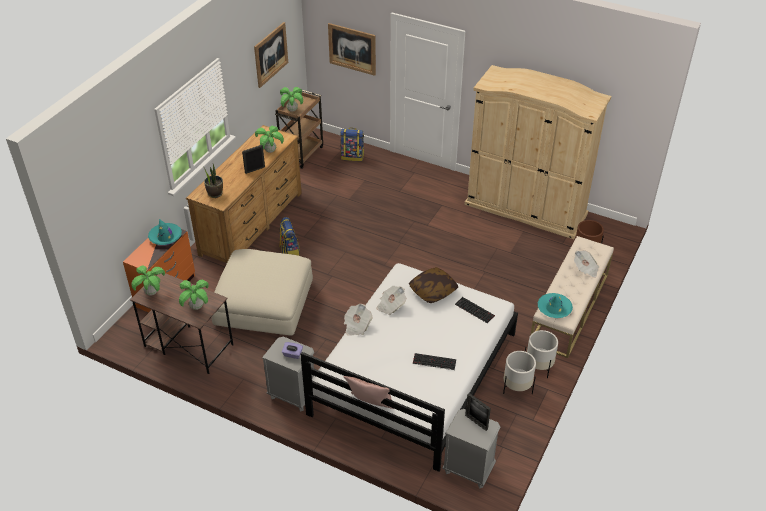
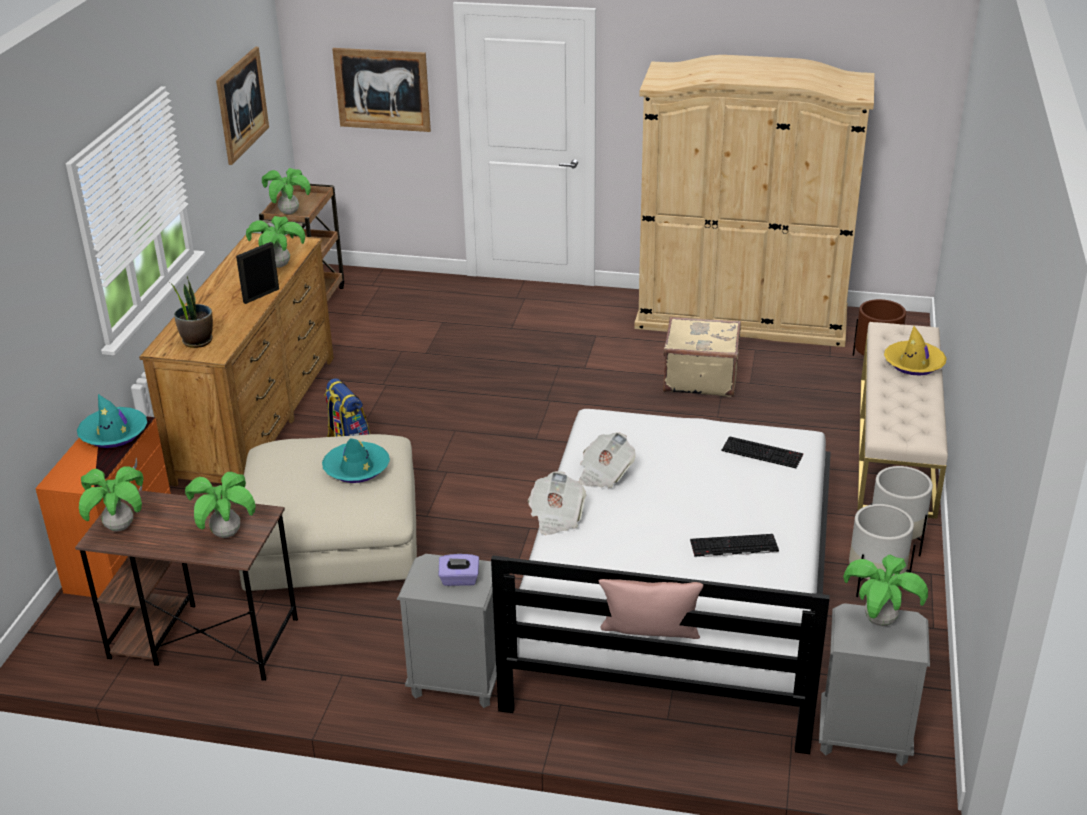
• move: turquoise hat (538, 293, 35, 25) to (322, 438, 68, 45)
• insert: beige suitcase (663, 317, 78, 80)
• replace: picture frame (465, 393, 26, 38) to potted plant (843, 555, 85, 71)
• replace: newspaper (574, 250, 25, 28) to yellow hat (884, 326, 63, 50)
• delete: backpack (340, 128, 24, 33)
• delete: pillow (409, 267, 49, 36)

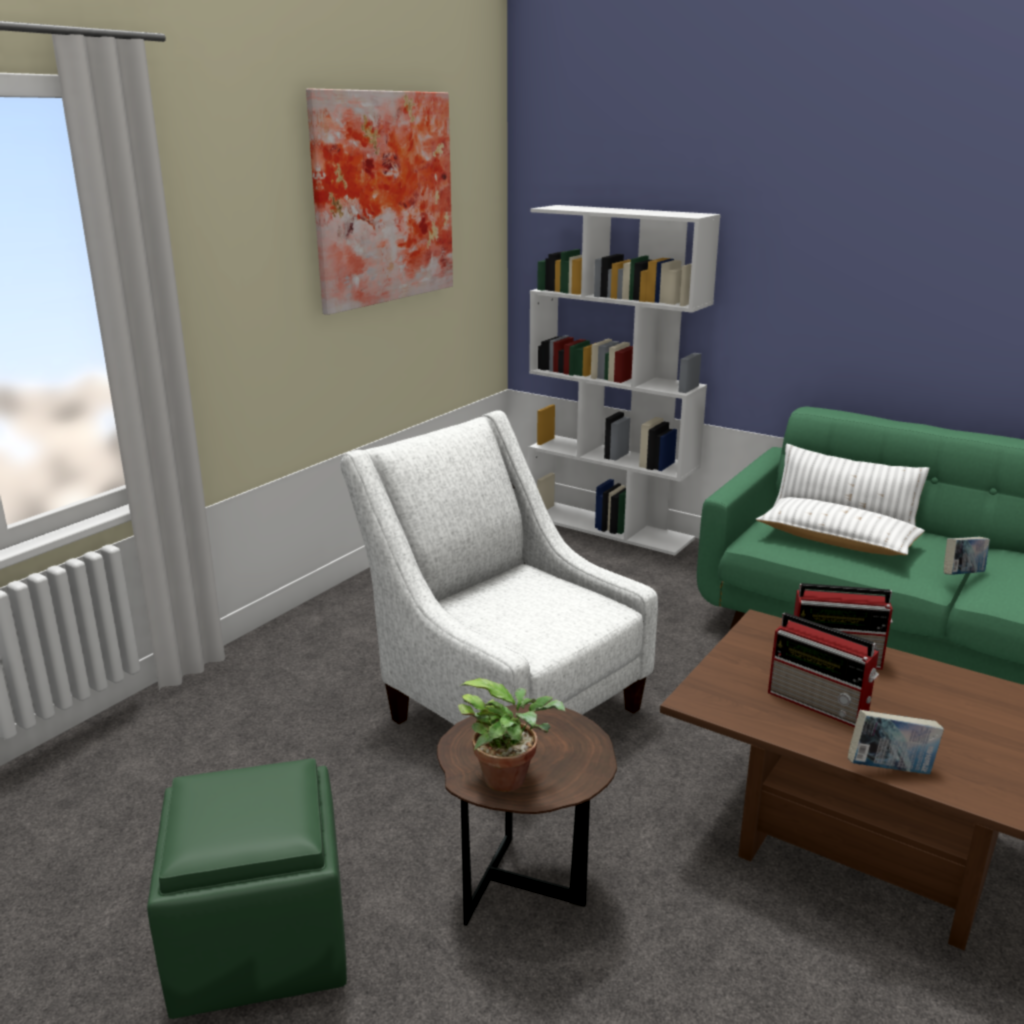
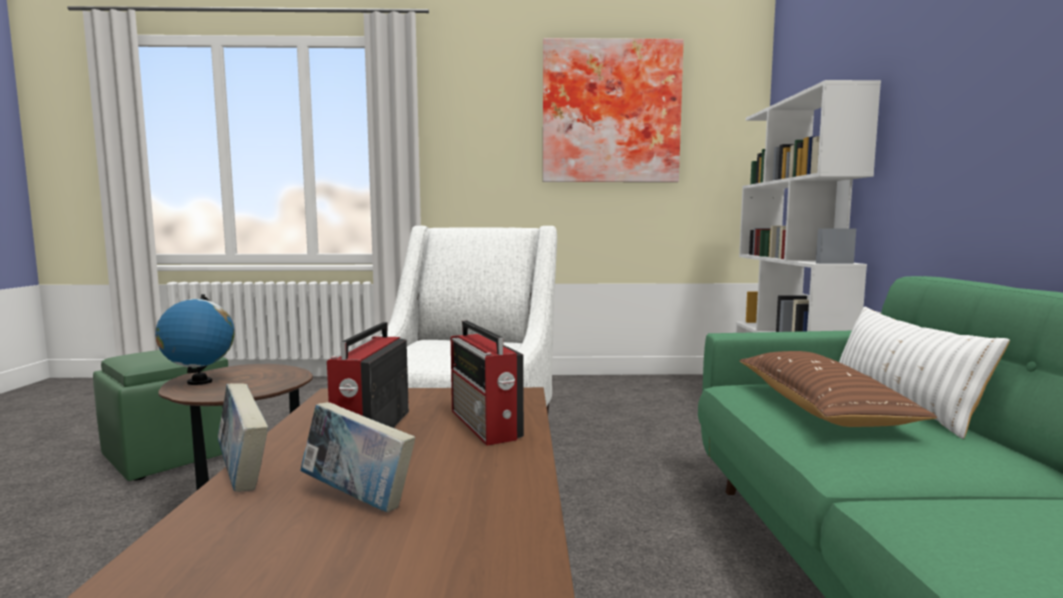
• replace: potted plant (458, 678, 107, 114) to globe (155, 294, 80, 91)
• move: book (944, 537, 46, 38) to (300, 402, 115, 110)
• recolor: white pillow (756, 497, 169, 58) to brown pillow (740, 351, 197, 76)

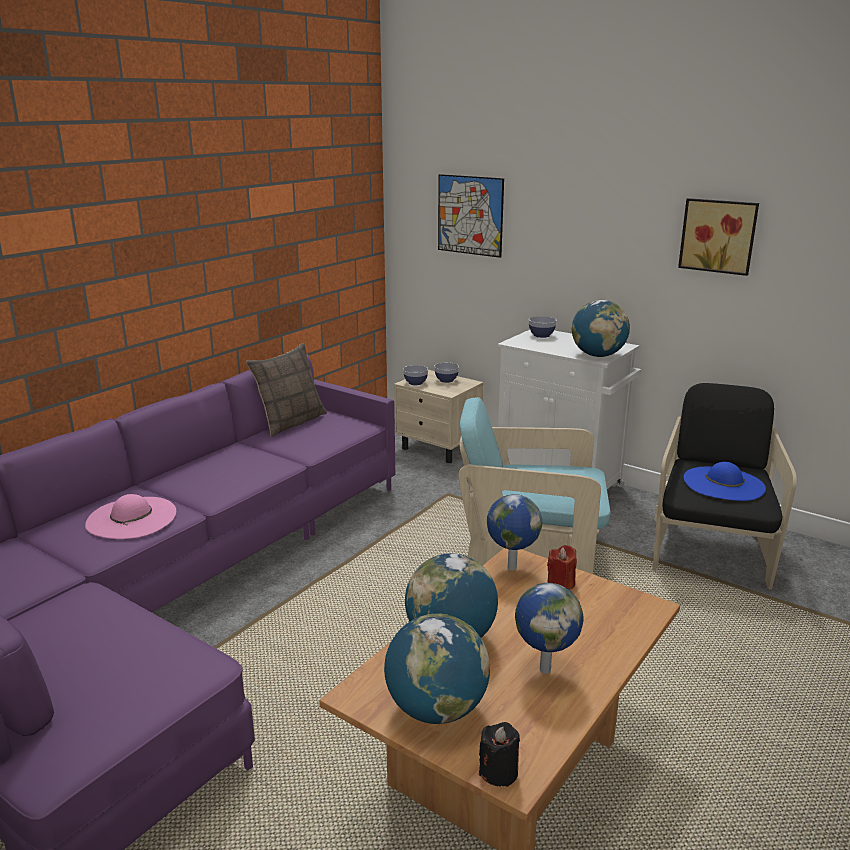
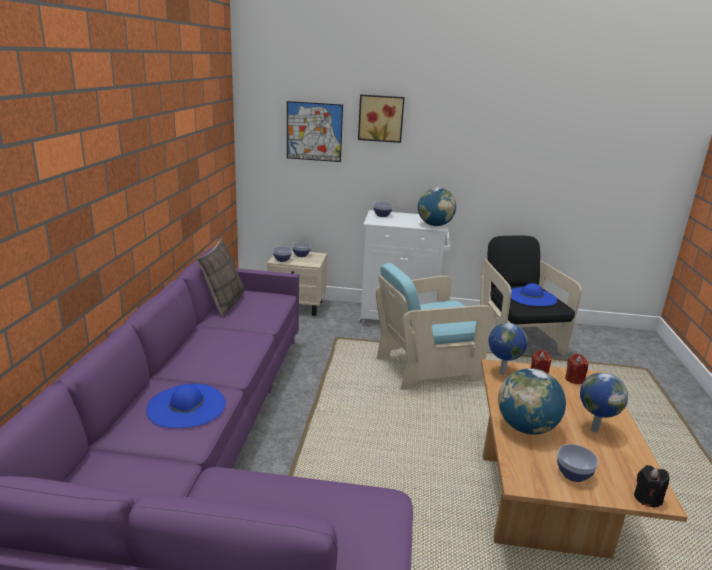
• recolor: pink hat (85, 494, 91, 45) to blue hat (146, 383, 80, 45)
• move: picture (678, 198, 81, 78) to (358, 94, 47, 49)
• replace: globe (384, 614, 106, 110) to bowl (557, 444, 41, 38)
• insert: red candle (565, 353, 24, 31)

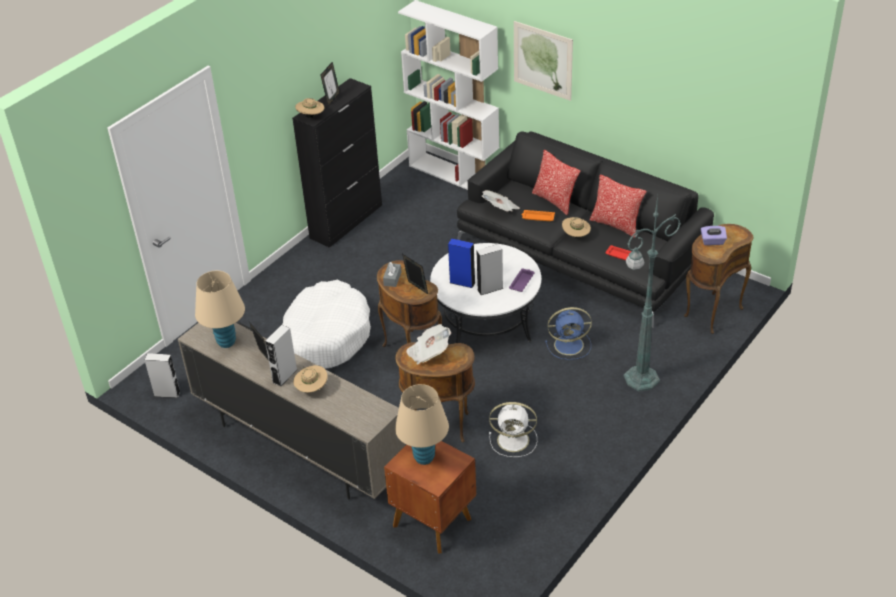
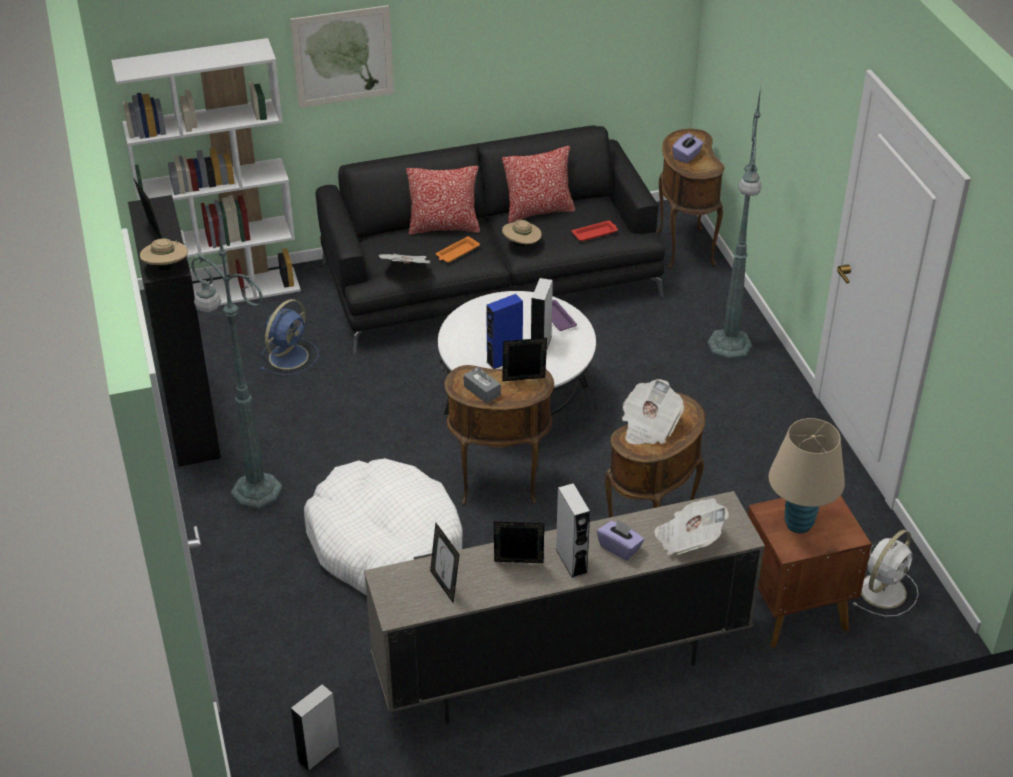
• insert: green floor lamp (191, 224, 92, 285)
• move: blue fan (545, 307, 47, 53) to (260, 299, 58, 76)
• replace: beige table lamp (195, 271, 50, 77) to picture frame (430, 522, 30, 82)
• replace: beige hat (293, 365, 34, 28) to purple tissue box (597, 519, 47, 42)
• insert: newspaper (654, 498, 75, 58)
• move: white fan (489, 402, 48, 55) to (852, 530, 67, 87)

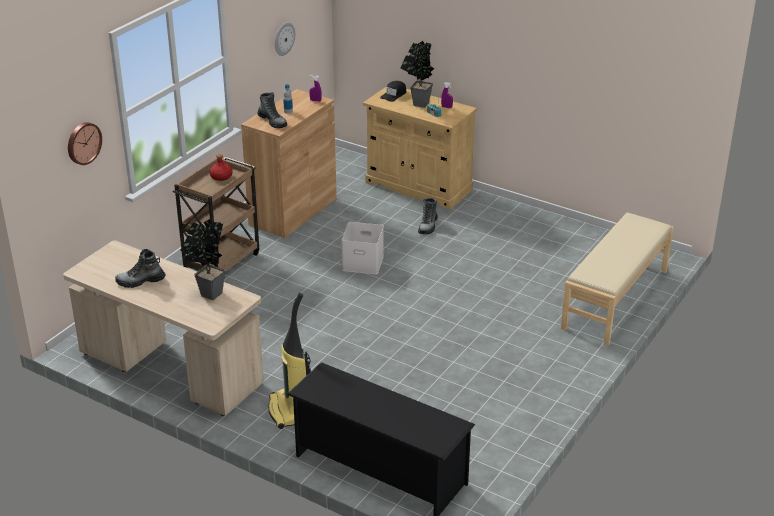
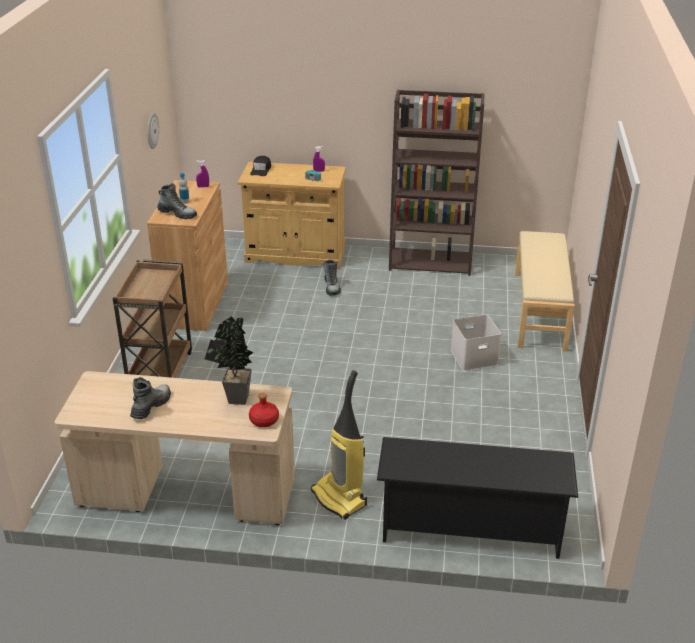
• rotate: boot (115, 249, 50, 39) = (130, 377, 41, 42) 150 degrees clockwise
• move: red bottle (209, 154, 23, 27) to (249, 393, 30, 34)
• insert: brown bookcase (389, 90, 96, 186)
• move: white storage box (342, 222, 42, 52) to (451, 314, 50, 57)
• delete: wall clock (68, 122, 34, 43)
• delete: potted plant (400, 41, 34, 67)

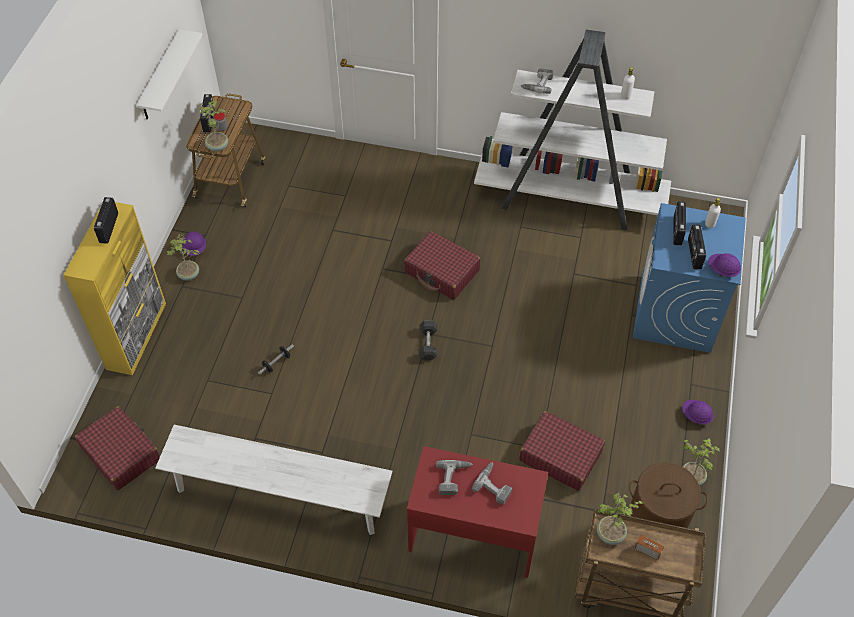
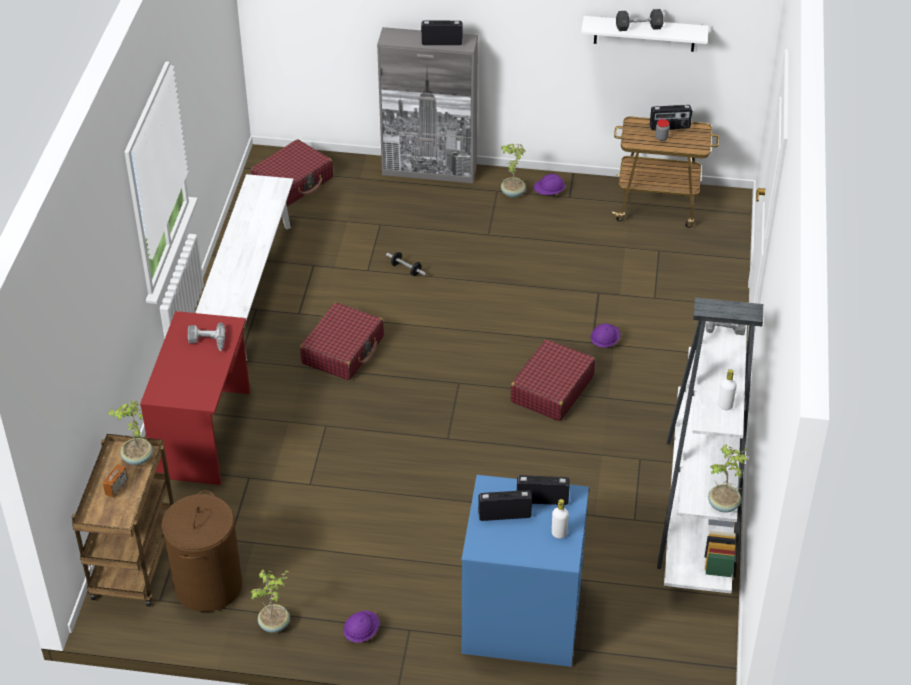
• move: red suitcase (519, 411, 86, 80) to (300, 302, 84, 78)
• recolor: yellow cabinet (63, 202, 103, 173) to grey cabinet (377, 27, 101, 156)
• move: purple hard hat (708, 253, 33, 24) to (591, 323, 30, 25)
• move: grey dumbbell (419, 320, 18, 41) to (616, 9, 48, 22)
• move: potted plant (199, 101, 29, 50) to (708, 444, 41, 69)
• delete: power drill (472, 462, 40, 43)

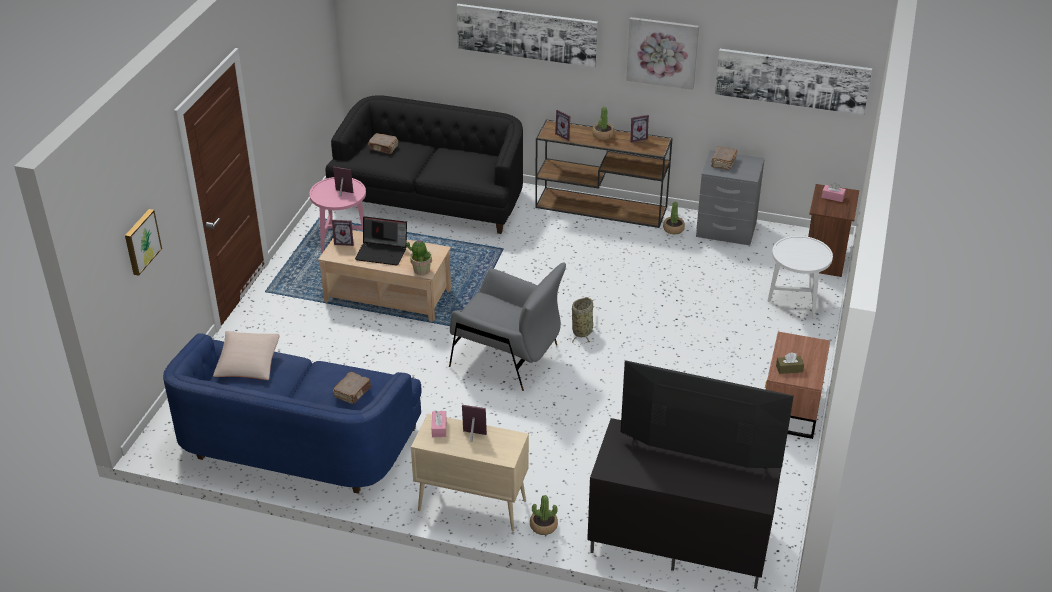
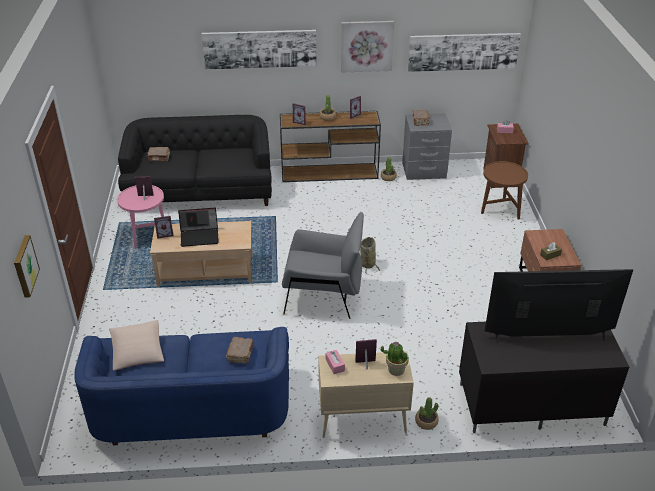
• move: potted plant (406, 239, 26, 36) to (381, 341, 28, 35)
• recolor: white side table (768, 236, 65, 84) to brown side table (481, 161, 47, 59)

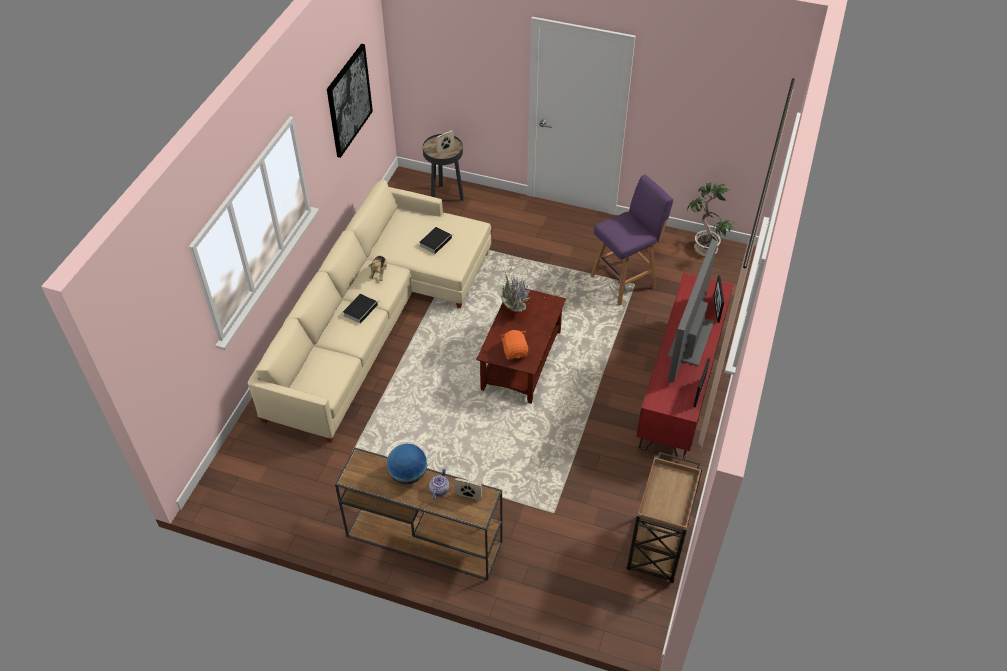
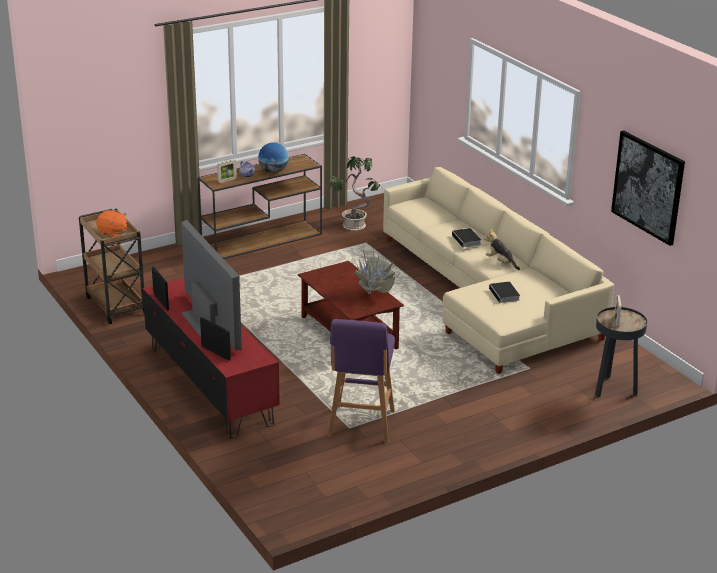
• move: orange plush toy (500, 330, 28, 30) to (96, 210, 31, 27)
• move: potted plant (687, 181, 47, 75) to (328, 157, 55, 74)

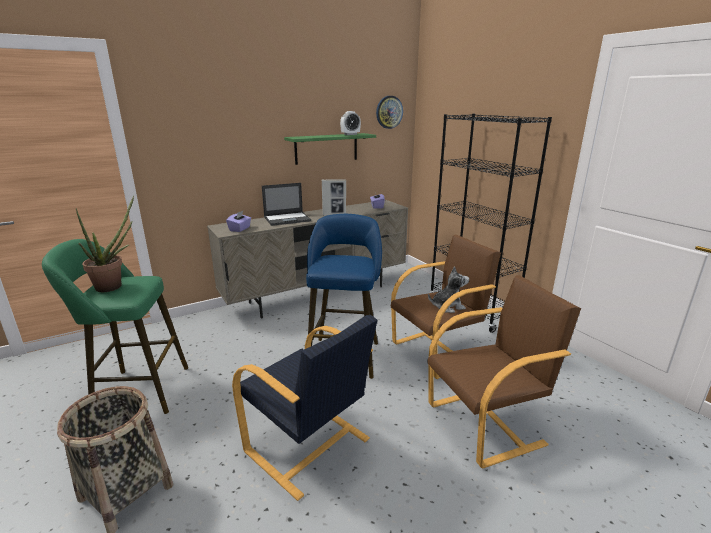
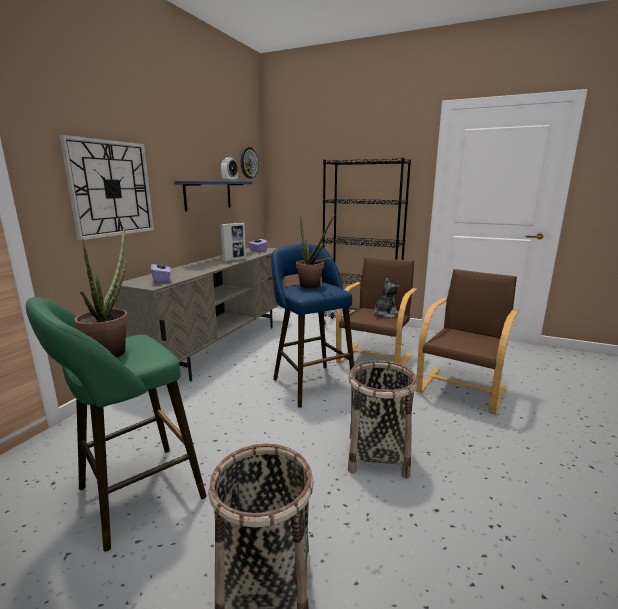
• insert: wall clock (59, 135, 95, 105)
• recolor: green shelf (284, 133, 92, 32) to blue shelf (175, 181, 77, 30)
• insert: potted plant (296, 214, 39, 75)
• replace: black armchair (232, 315, 145, 186) to basket (348, 360, 69, 119)
• delete: laptop (262, 183, 49, 43)

